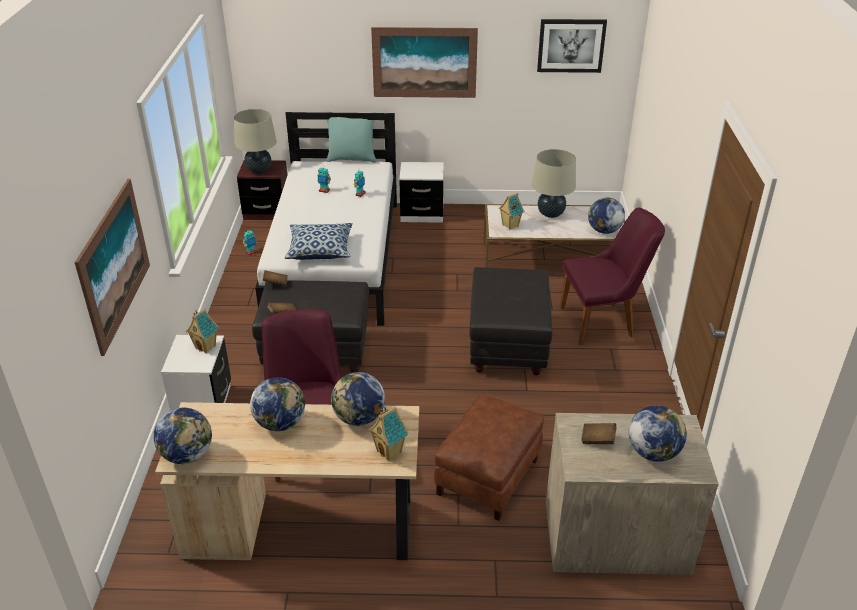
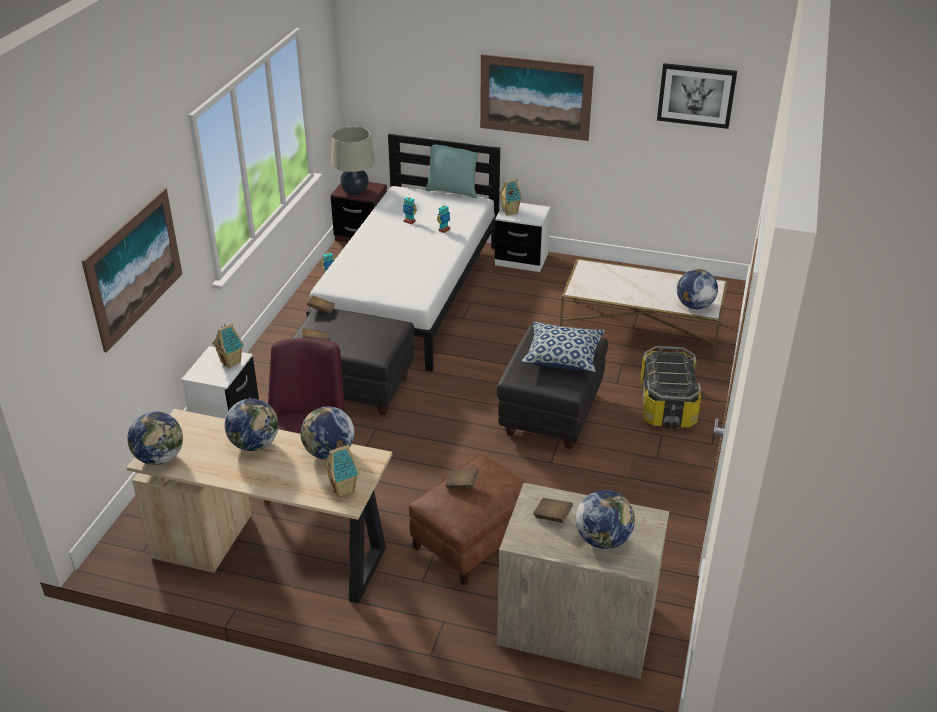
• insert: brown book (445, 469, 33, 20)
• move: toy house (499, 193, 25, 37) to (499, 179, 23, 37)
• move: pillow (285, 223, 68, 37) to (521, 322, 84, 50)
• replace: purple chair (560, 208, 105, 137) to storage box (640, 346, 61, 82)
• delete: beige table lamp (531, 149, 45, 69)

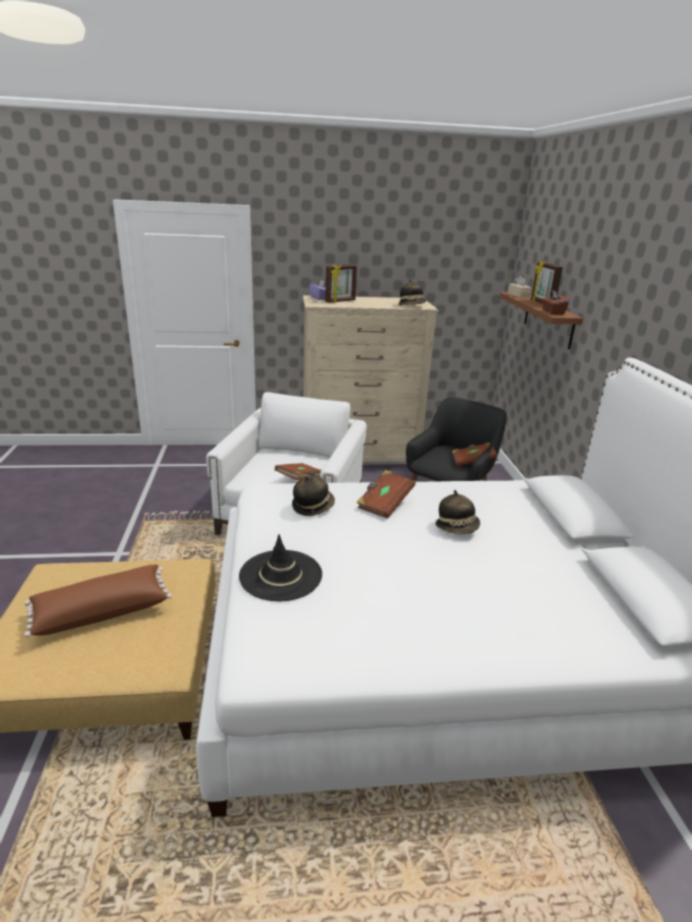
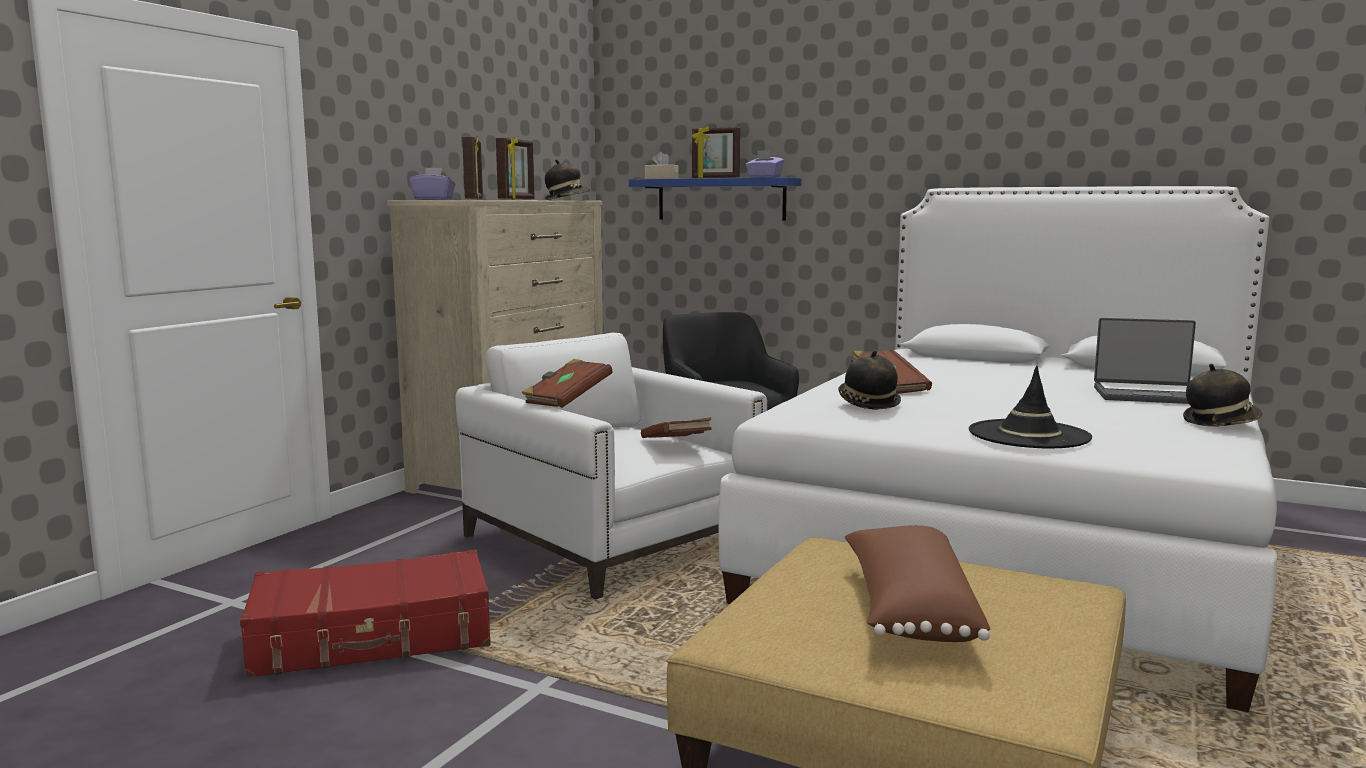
• insert: red suitcase (240, 549, 251, 129)
• insert: picture frame (496, 136, 38, 64)
• move: brown book (452, 442, 45, 24) to (522, 359, 91, 49)
• recolor: brown shelf (500, 292, 83, 57) to blue shelf (629, 177, 172, 44)
• recolor: brown tissue box (542, 290, 27, 24) to purple tissue box (746, 150, 38, 28)
• insert: laptop (1094, 318, 102, 86)
• move: hat (435, 490, 45, 44) to (1183, 364, 79, 63)

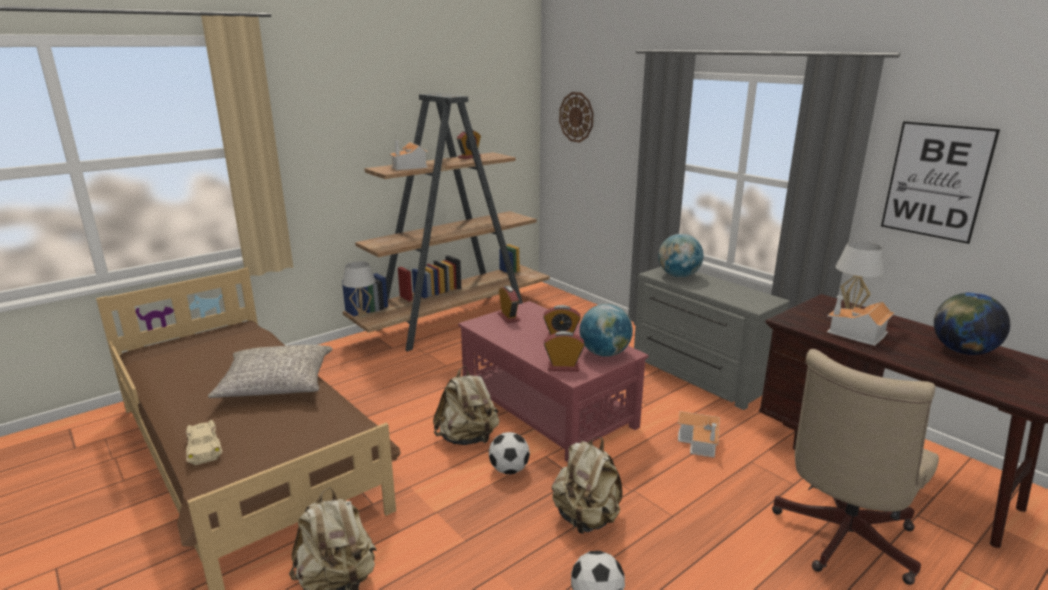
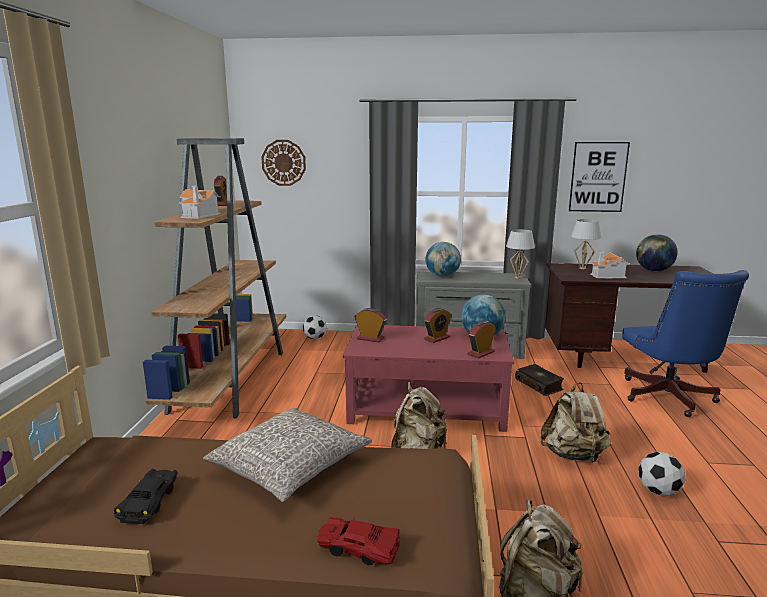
• insert: black toy car (114, 469, 64, 55)
• move: football (489, 432, 41, 42) to (303, 315, 24, 24)
• recolor: beige toy car (186, 420, 37, 45) to red toy car (317, 517, 83, 48)
• move: white table lamp (342, 261, 34, 56) to (506, 229, 29, 49)
• replace: toy house (678, 411, 42, 47) to book (515, 364, 49, 32)
• recolor: beige office chair (772, 349, 167, 236) to blue office chair (622, 270, 127, 147)

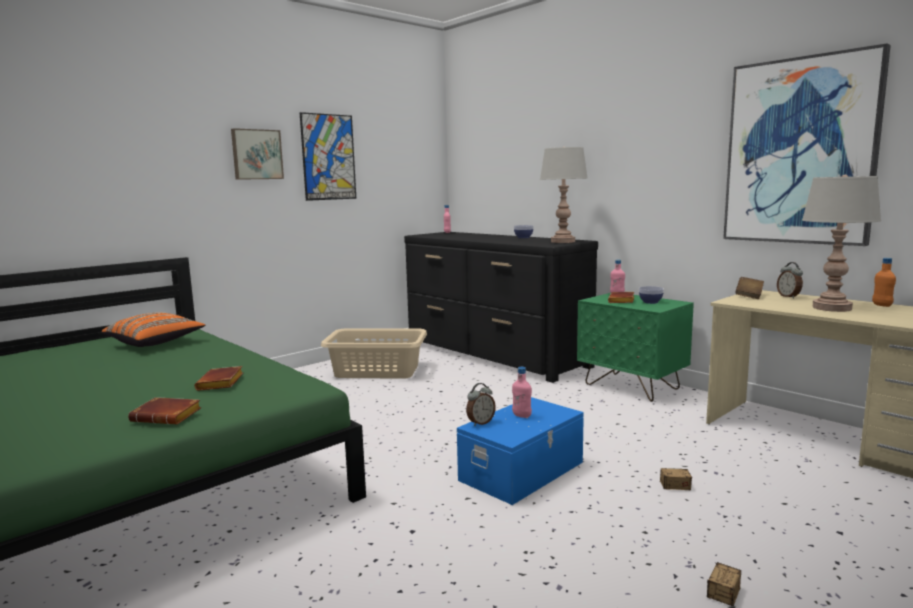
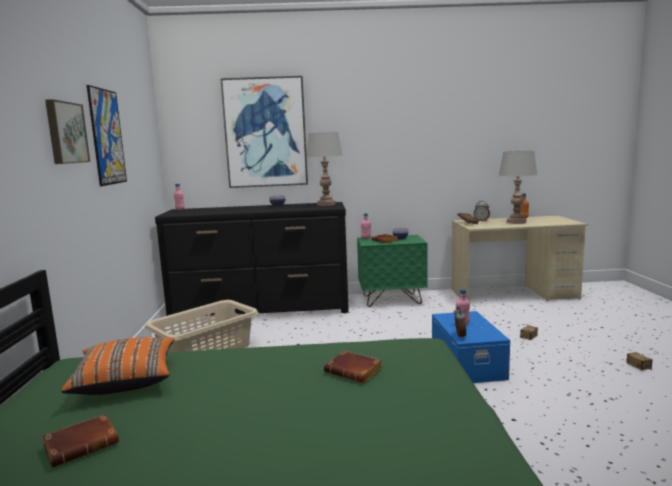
• move: brown book (128, 397, 73, 27) to (42, 414, 77, 54)
• move: picture (723, 43, 168, 203) to (220, 76, 88, 112)

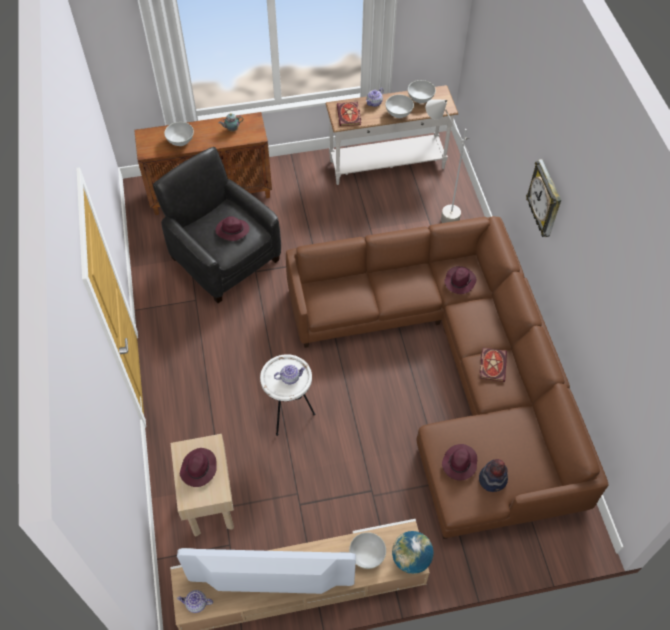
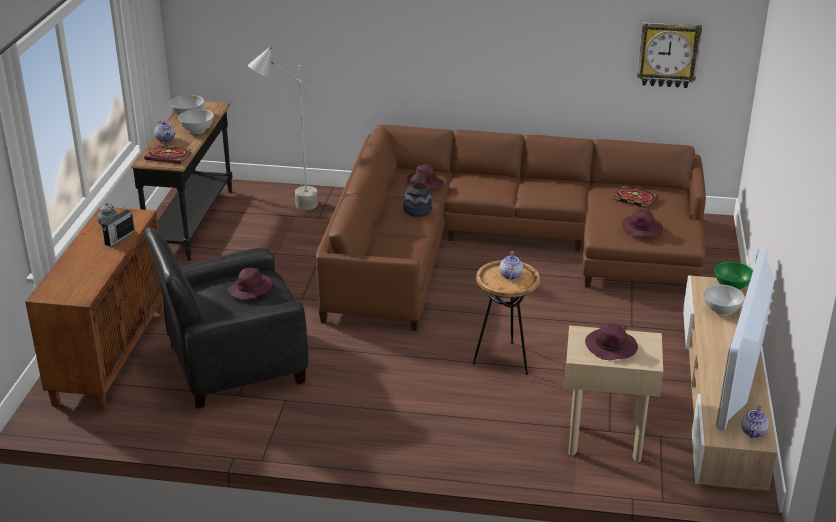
• insert: radio (102, 209, 33, 38)
• recolor: white console table (325, 85, 133, 100) to black console table (131, 101, 101, 160)
• move: hat (479, 459, 29, 33) to (403, 174, 29, 43)
• recolor: white side table (260, 354, 55, 82) to brown side table (472, 260, 68, 115)
• move: book (480, 348, 27, 34) to (613, 186, 45, 22)
• move: wall clock (526, 159, 35, 78) to (637, 22, 65, 66)
• replace: globe (392, 531, 41, 43) to green bowl (714, 262, 39, 28)
• delete: white bowl (164, 122, 30, 24)

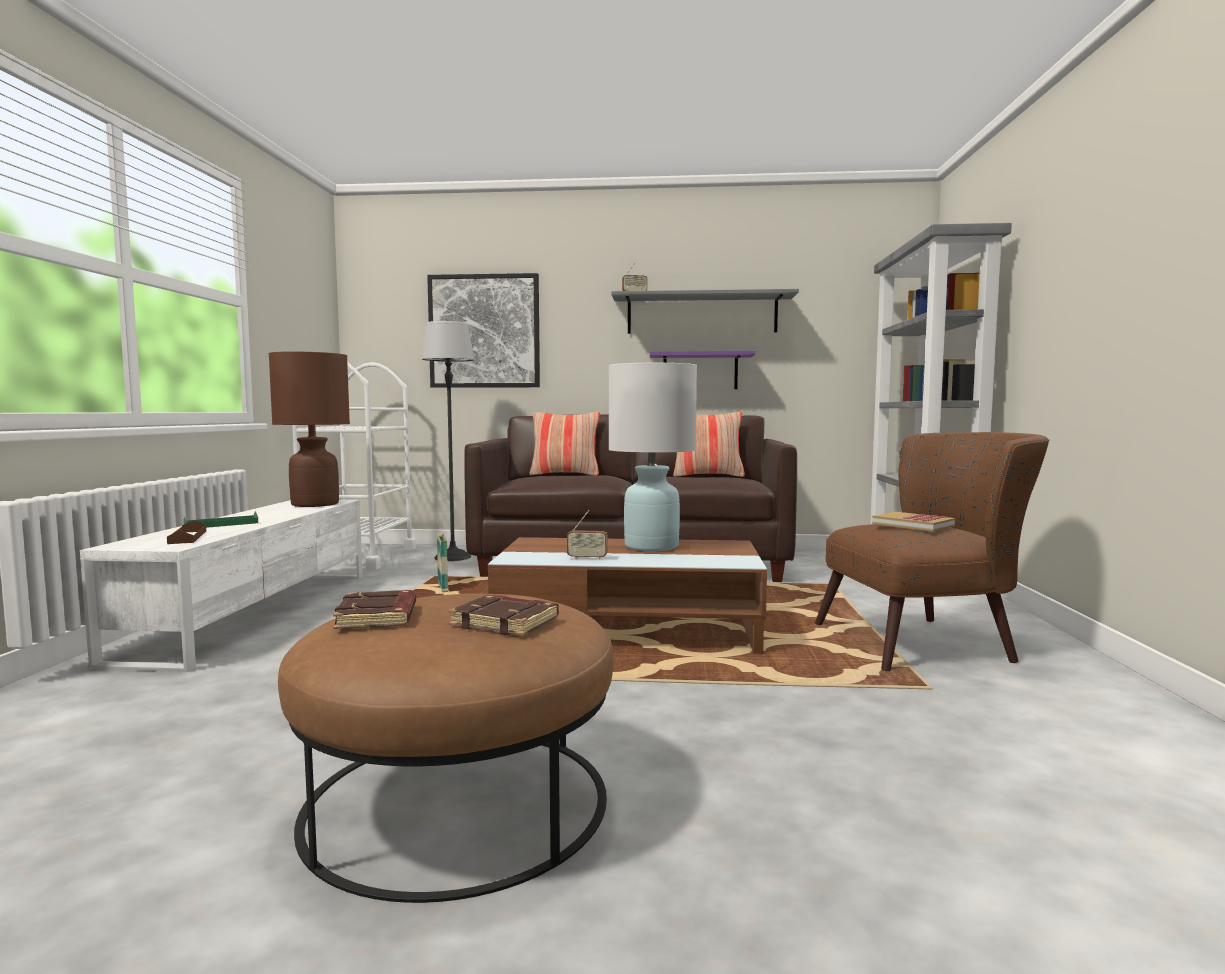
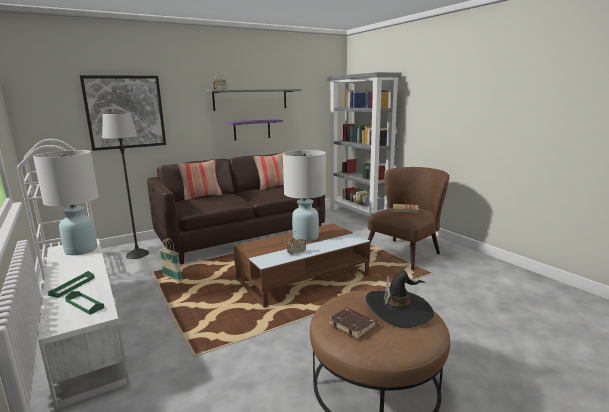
• recolor: brown table lamp (269, 351, 81, 156) to white table lamp (33, 150, 66, 105)
• recolor: brown tray (167, 520, 39, 24) to green tray (65, 291, 39, 24)
• replace: brown book (448, 595, 111, 41) to black hat (366, 270, 68, 58)

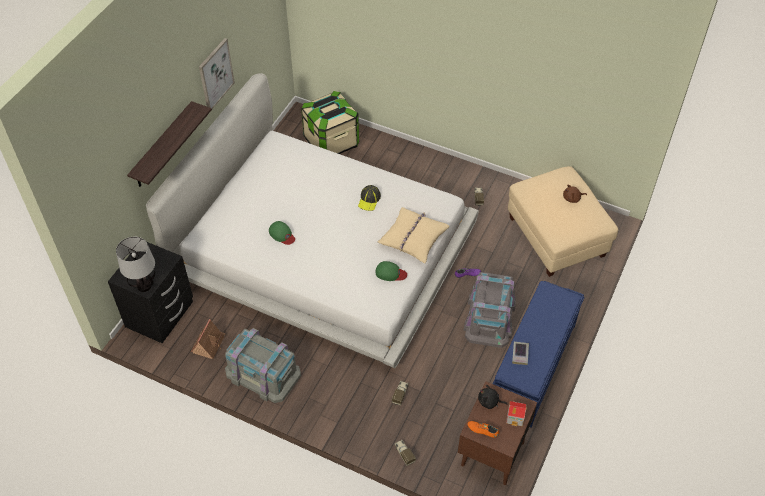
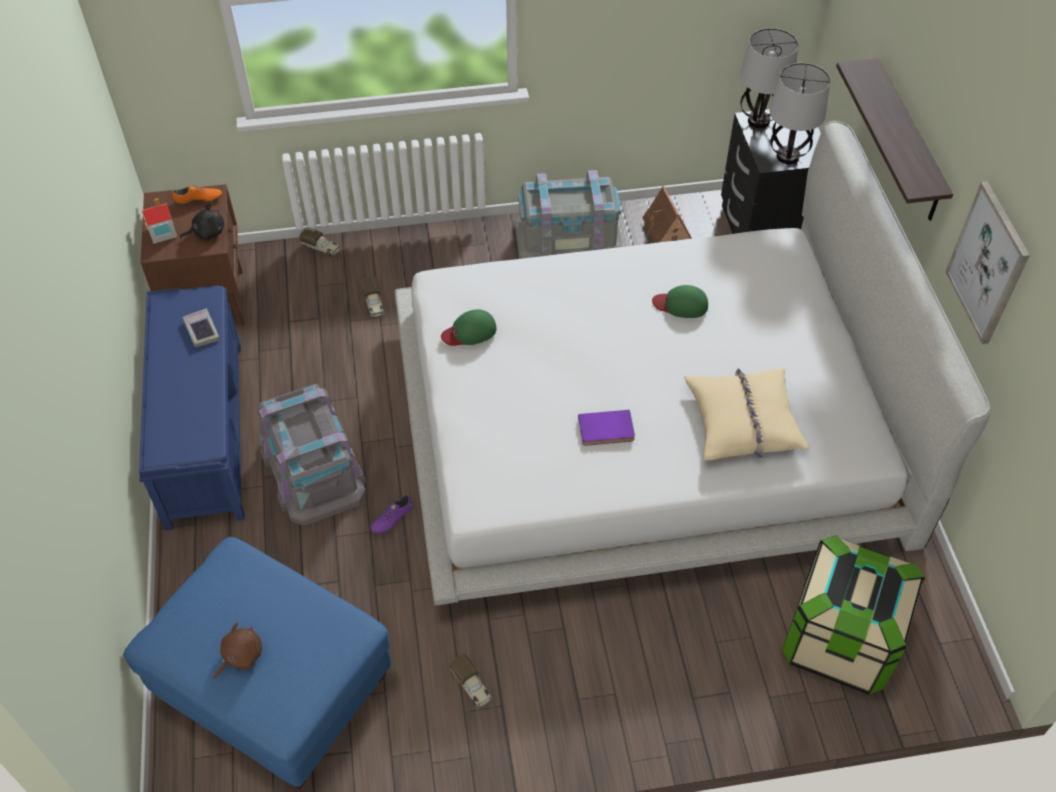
• recolor: beige ottoman (508, 166, 110, 111) to blue ottoman (123, 537, 268, 252)
• replace: cap (358, 185, 23, 26) to purple book (578, 410, 57, 35)
• move: beige pillow (378, 207, 72, 57) to (684, 368, 125, 93)
• insert: table lamp (769, 63, 61, 101)

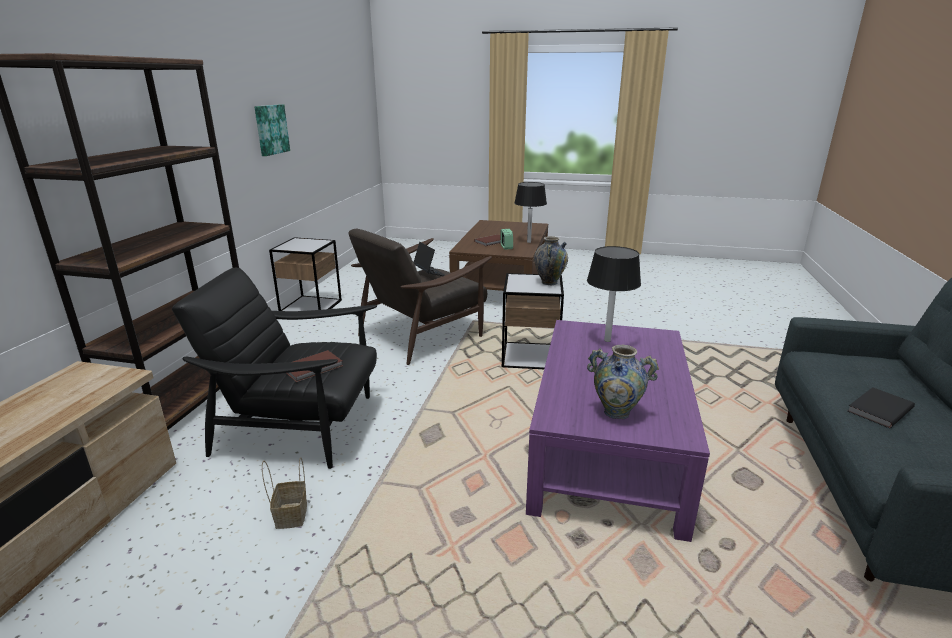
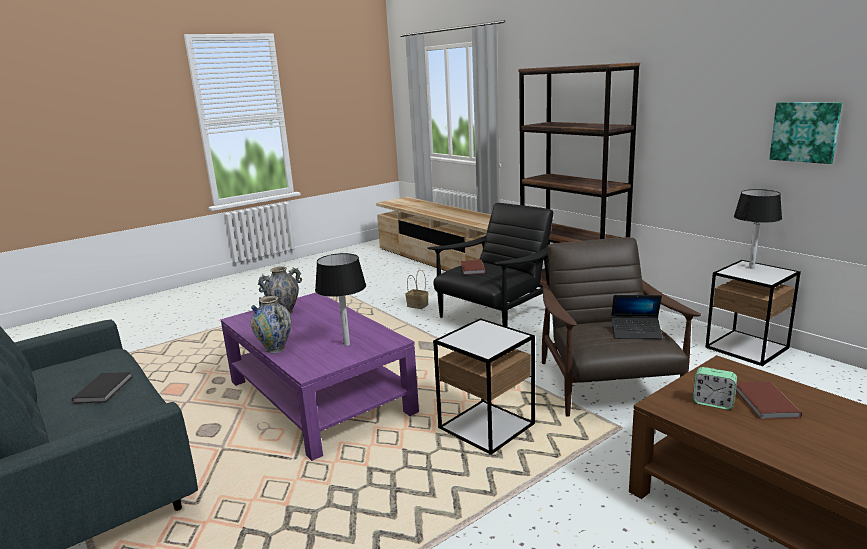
• move: vase (534, 236, 34, 49) to (251, 296, 41, 57)
• move: black table lamp (514, 182, 33, 61) to (734, 189, 48, 79)

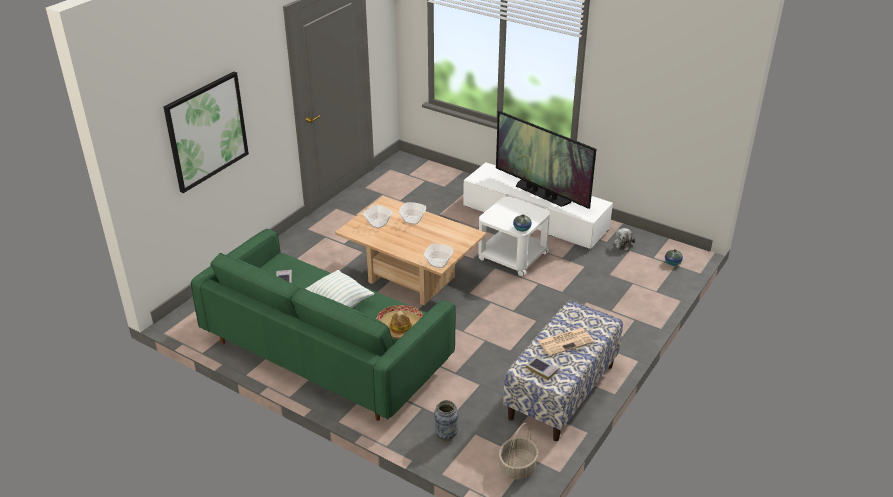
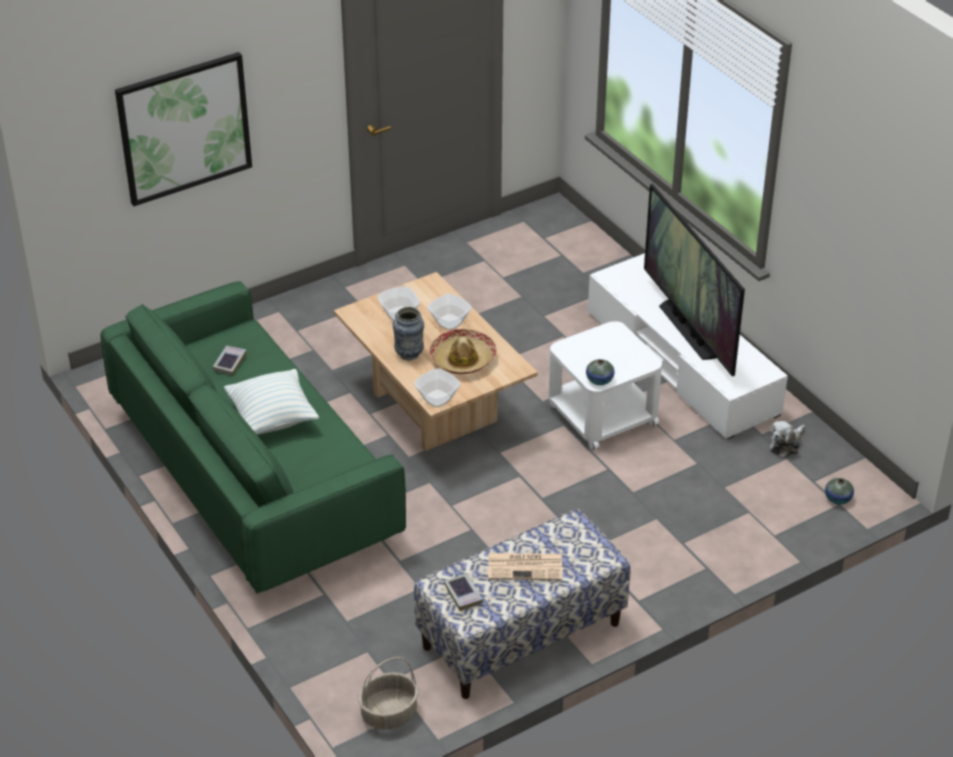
• move: vase (434, 400, 25, 41) to (393, 307, 31, 54)
• move: hat (376, 305, 48, 34) to (430, 329, 66, 45)

